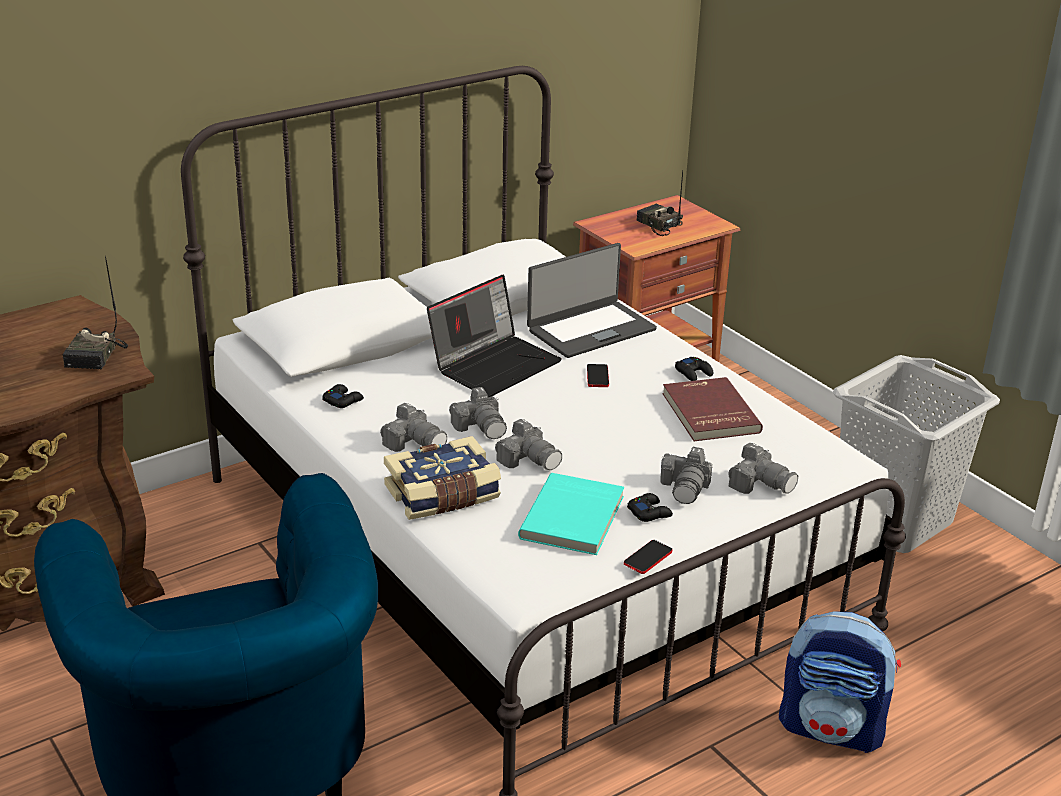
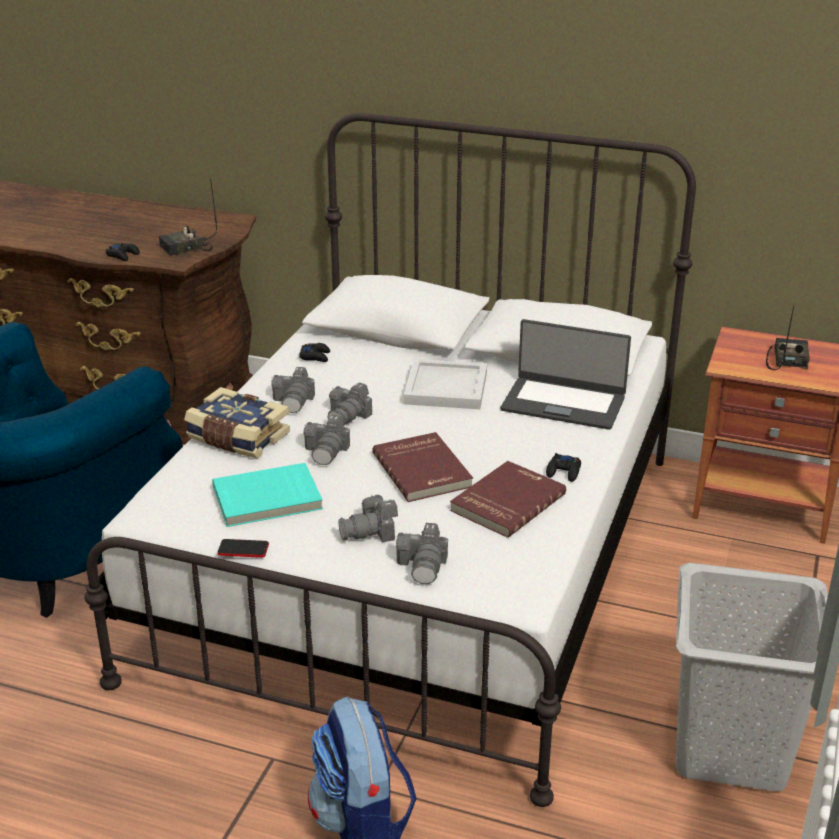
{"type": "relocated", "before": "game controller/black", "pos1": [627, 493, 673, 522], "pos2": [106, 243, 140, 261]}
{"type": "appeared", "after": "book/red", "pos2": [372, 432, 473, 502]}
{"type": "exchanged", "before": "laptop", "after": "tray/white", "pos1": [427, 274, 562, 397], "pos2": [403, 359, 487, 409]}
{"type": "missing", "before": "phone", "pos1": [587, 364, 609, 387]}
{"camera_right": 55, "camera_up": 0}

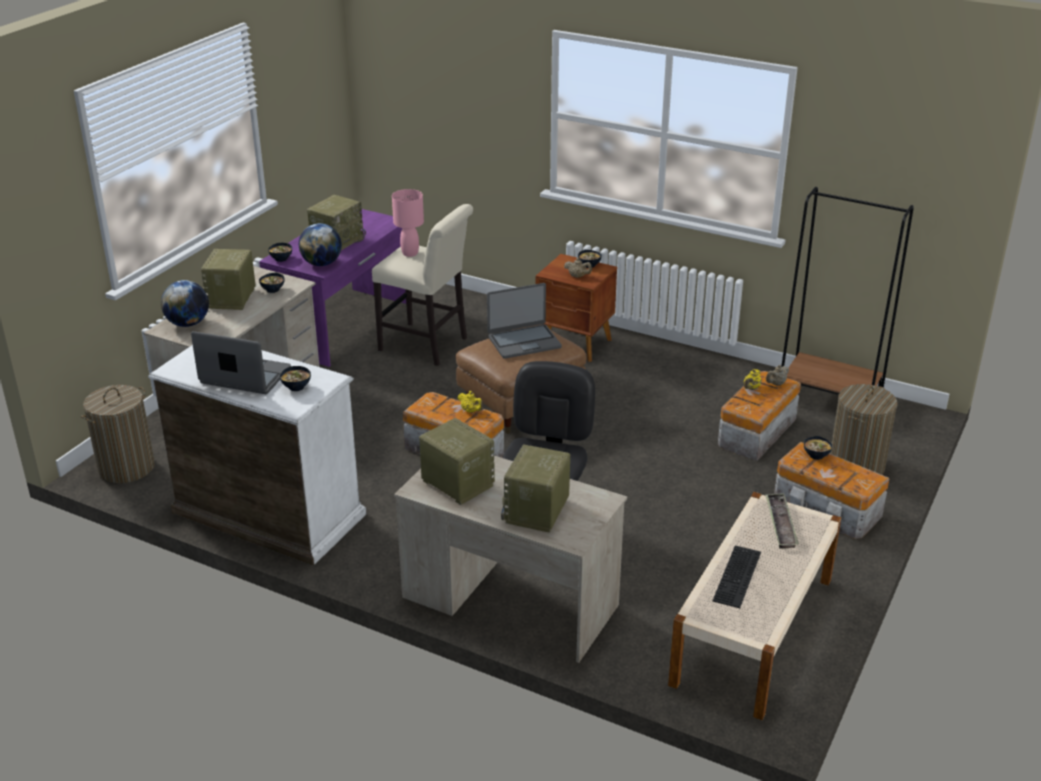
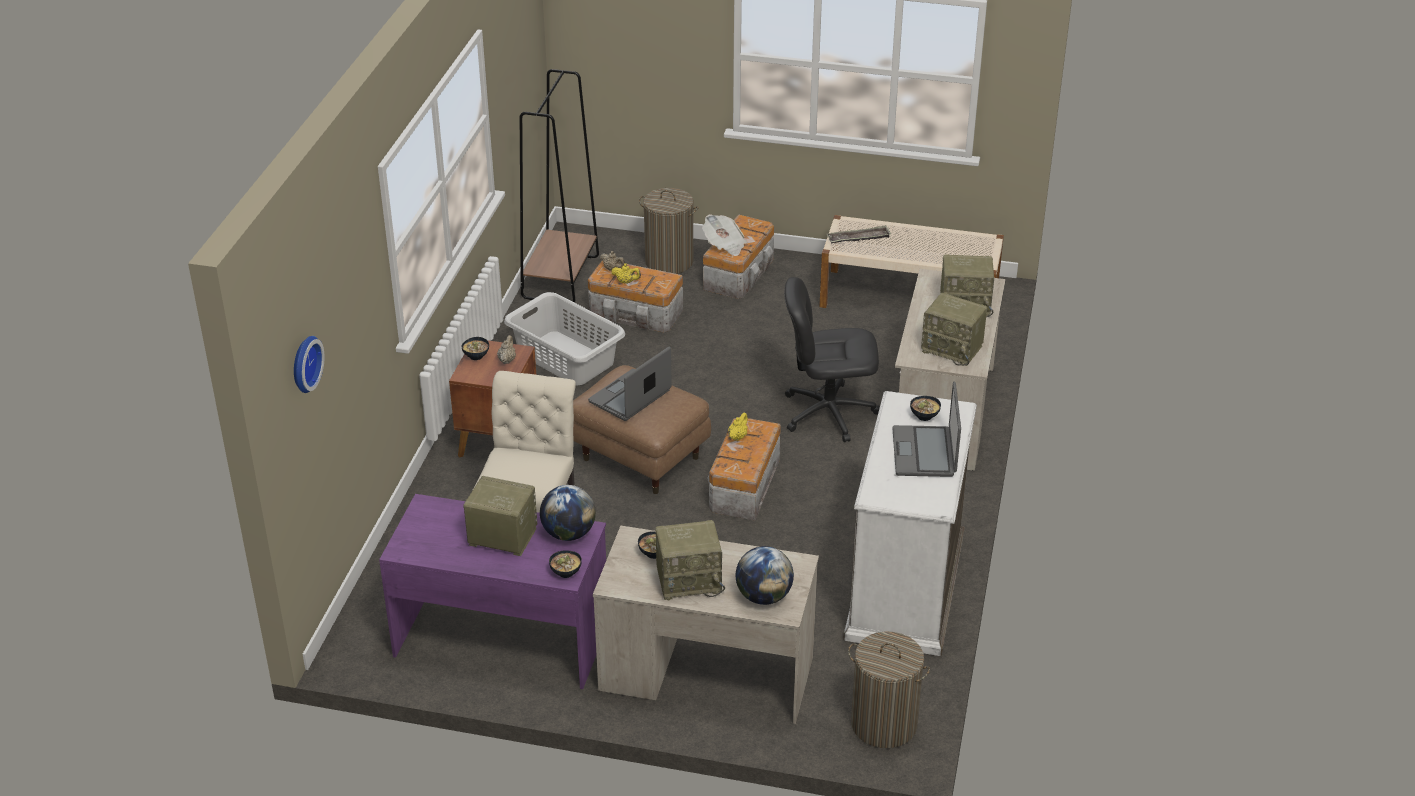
{"type": "appeared", "after": "wall clock", "pos2": [294, 336, 325, 393]}
{"type": "appeared", "after": "laundry basket/grey", "pos2": [504, 292, 625, 385]}
{"type": "spun", "before": "laptop", "pos1": [487, 283, 562, 359], "pos2": [588, 346, 672, 421], "turn": -105}
{"type": "exchanged", "before": "bowl", "after": "newspaper", "pos1": [804, 436, 833, 460], "pos2": [702, 214, 747, 256]}
{"type": "spun", "before": "radio", "pos1": [419, 418, 495, 505], "pos2": [921, 293, 987, 366], "turn": -90}
{"type": "missing", "before": "table lamp/pink", "pos1": [392, 189, 424, 257]}
{"type": "missing", "before": "keyboard", "pos1": [713, 545, 761, 608]}
{"camera_right": -105, "camera_up": 5}

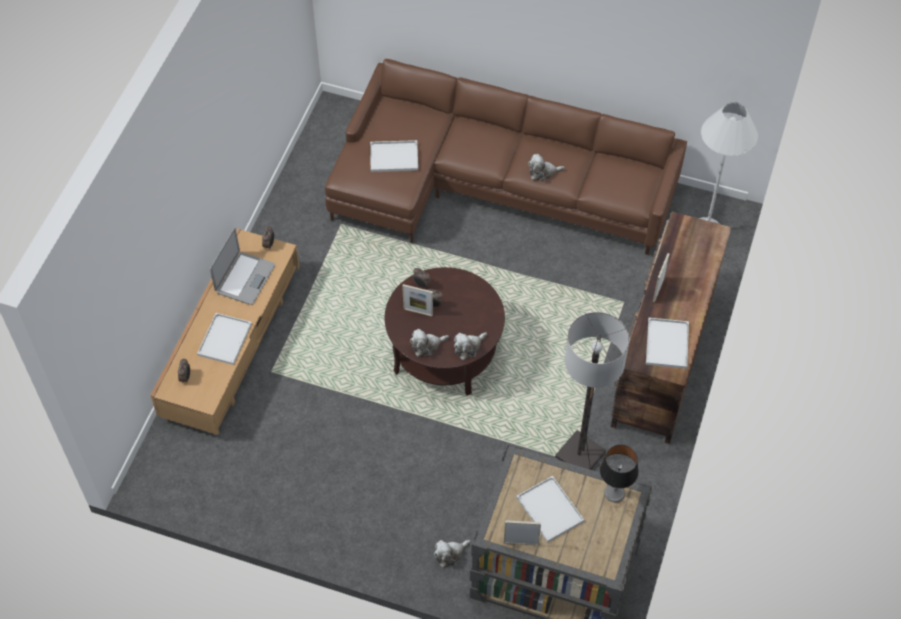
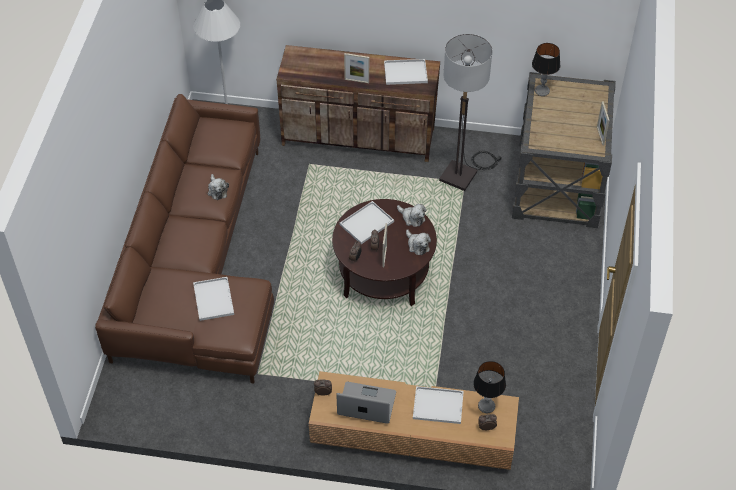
{"type": "relocated", "before": "tray/white", "pos1": [516, 476, 584, 542], "pos2": [340, 201, 394, 244]}
{"type": "appeared", "after": "table lamp", "pos2": [473, 361, 506, 413]}
{"type": "missing", "before": "plush toy", "pos1": [434, 540, 471, 568]}
{"camera_right": -100, "camera_up": -5}

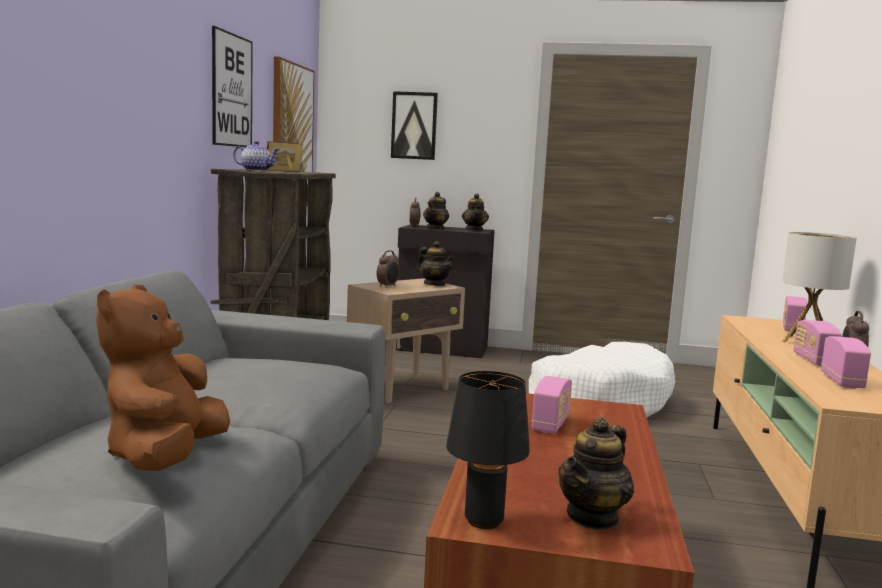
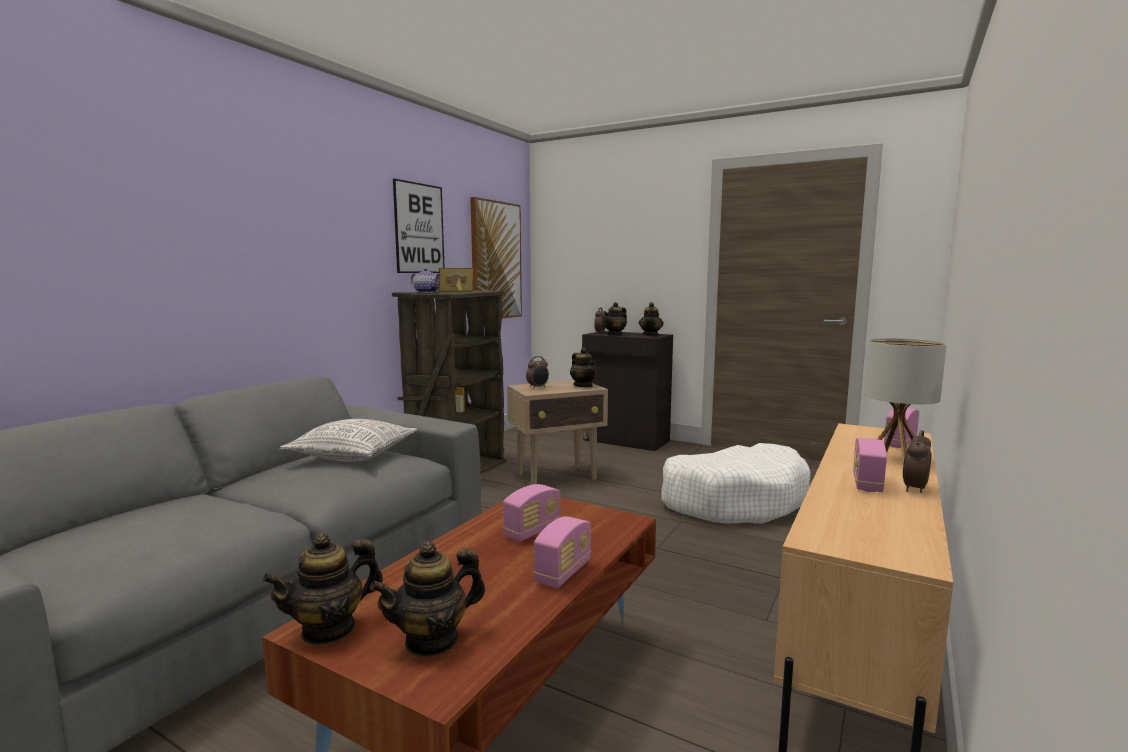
{"type": "exchanged", "before": "table lamp/black", "after": "teapot", "pos1": [446, 371, 530, 529], "pos2": [262, 533, 383, 645]}
{"type": "appeared", "after": "pillow", "pos2": [279, 419, 417, 462]}
{"type": "relocated", "before": "radio", "pos1": [821, 336, 871, 389], "pos2": [534, 516, 591, 588]}
{"type": "missing", "before": "plush toy/brown", "pos1": [96, 284, 230, 471]}
{"type": "missing", "before": "picture", "pos1": [391, 91, 438, 160]}
{"camera_right": 20, "camera_up": 0}

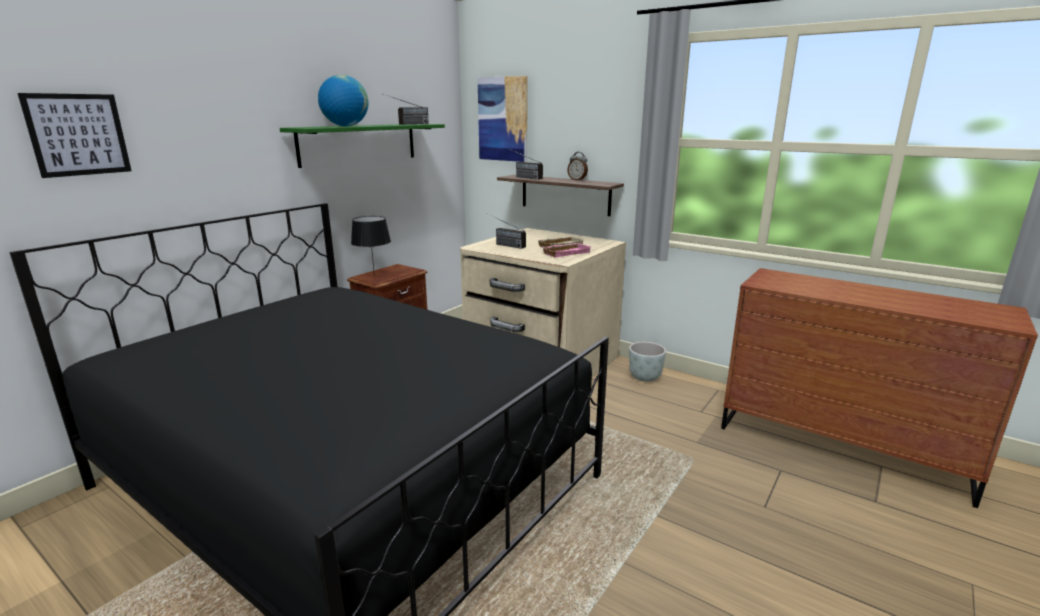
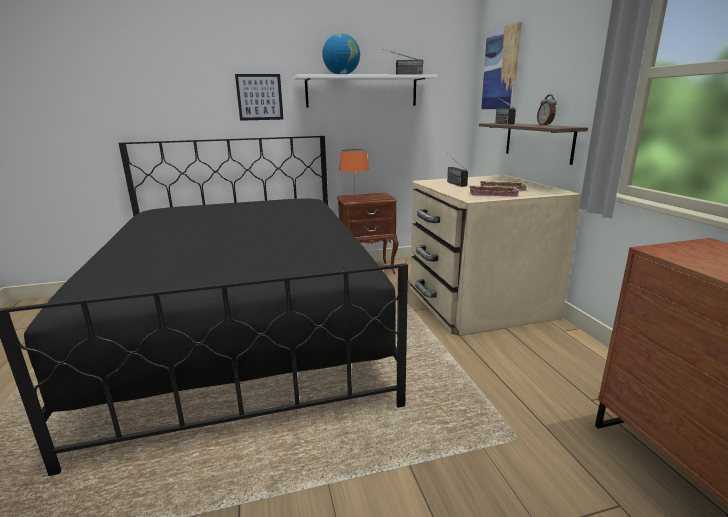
{"type": "relocated", "before": "picture", "pos1": [18, 93, 131, 178], "pos2": [235, 74, 284, 121]}
{"type": "colour", "before": "shelf/green", "after": "shelf/white", "pos1": [280, 124, 445, 168], "pos2": [294, 74, 438, 108]}
{"type": "colour", "before": "table lamp/black", "after": "table lamp/orange", "pos1": [351, 216, 391, 276], "pos2": [339, 149, 369, 194]}
{"type": "missing", "before": "planter/grey", "pos1": [629, 342, 666, 382]}
{"camera_right": 40, "camera_up": 0}

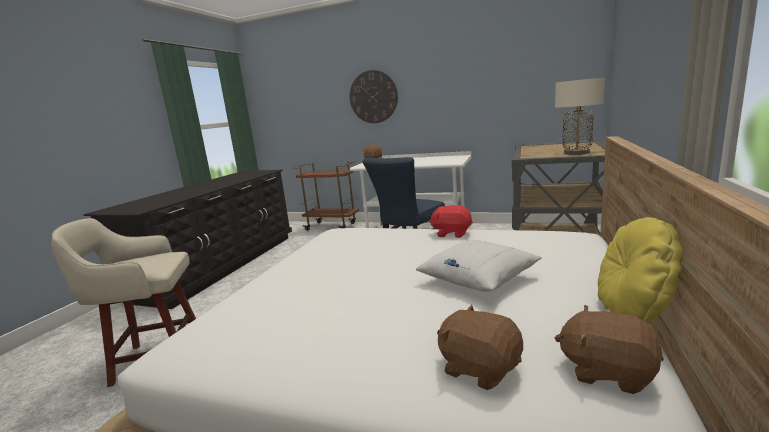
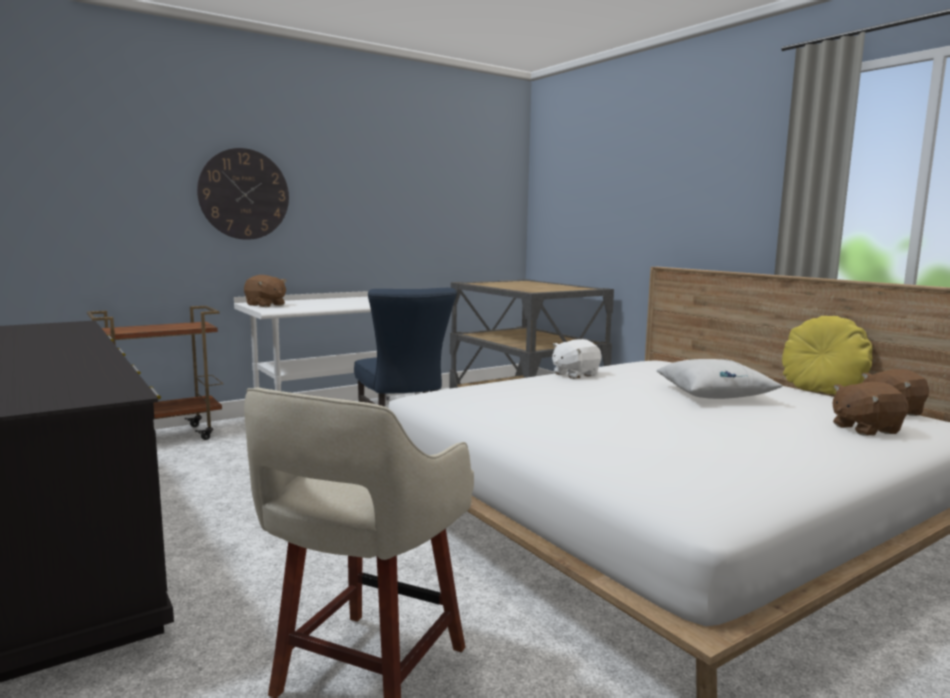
{"type": "colour", "before": "plush toy/red", "after": "plush toy/white", "pos1": [429, 205, 473, 238], "pos2": [552, 339, 601, 379]}
{"type": "missing", "before": "table lamp", "pos1": [555, 78, 605, 155]}
{"camera_right": -55, "camera_up": -5}

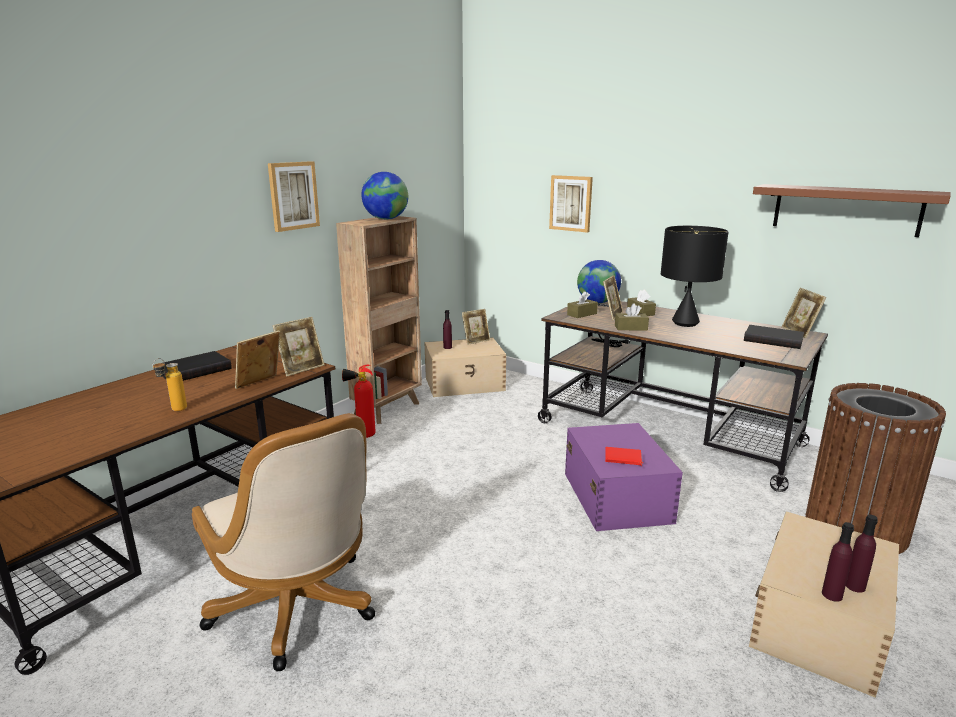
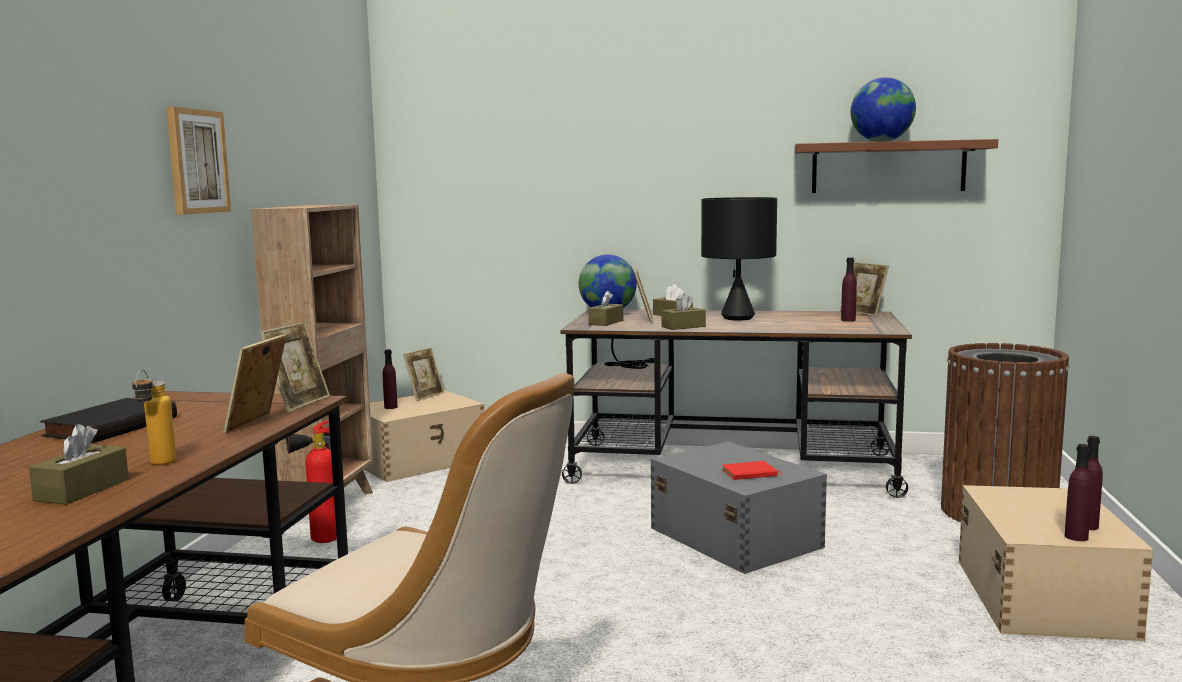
{"type": "appeared", "after": "tissue box/brown", "pos2": [29, 424, 129, 505]}
{"type": "colour", "before": "storage box/purple", "after": "storage box/grey", "pos1": [565, 423, 683, 531], "pos2": [651, 442, 827, 574]}
{"type": "exchanged", "before": "book/black", "after": "bottle/purple", "pos1": [744, 325, 804, 349], "pos2": [841, 257, 857, 322]}
{"type": "relocated", "before": "globe", "pos1": [361, 172, 408, 220], "pos2": [851, 77, 916, 142]}
{"type": "missing", "before": "picture", "pos1": [549, 175, 593, 233]}
{"camera_right": -25, "camera_up": -10}

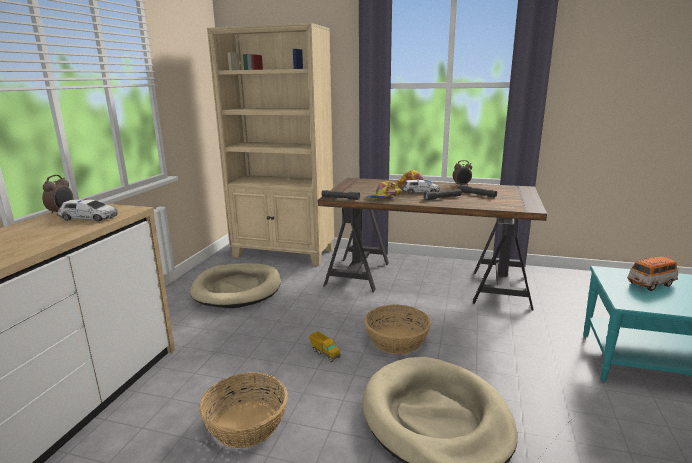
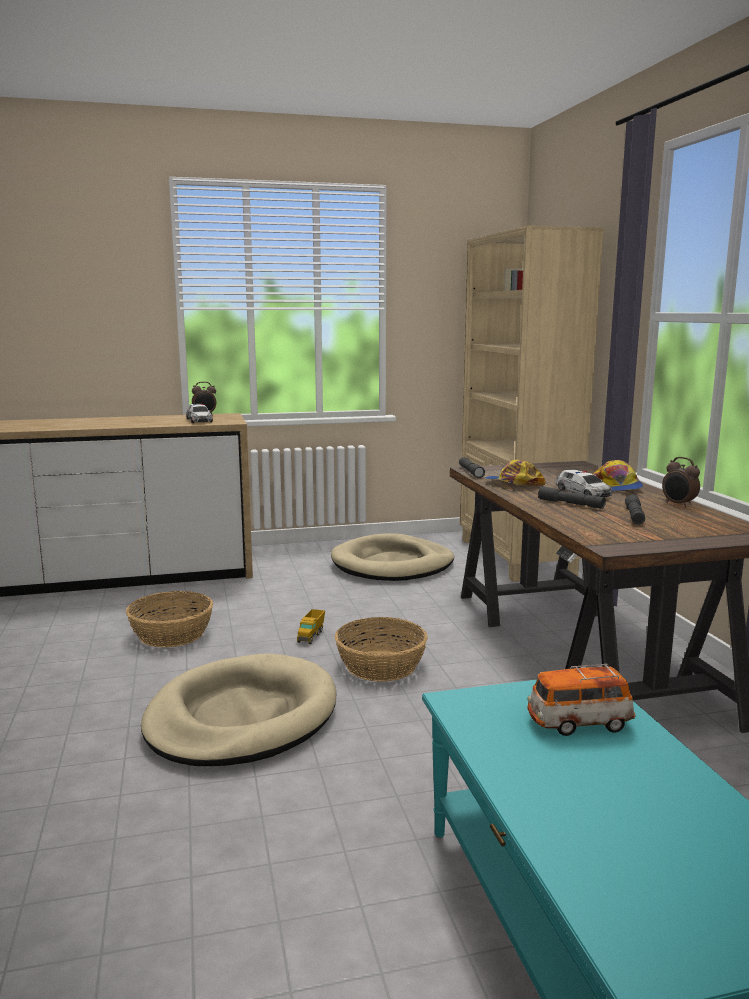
{"type": "spun", "before": "toy car", "pos1": [627, 257, 678, 291], "pos2": [528, 664, 635, 736], "turn": 135}
{"camera_right": 60, "camera_up": -5}

